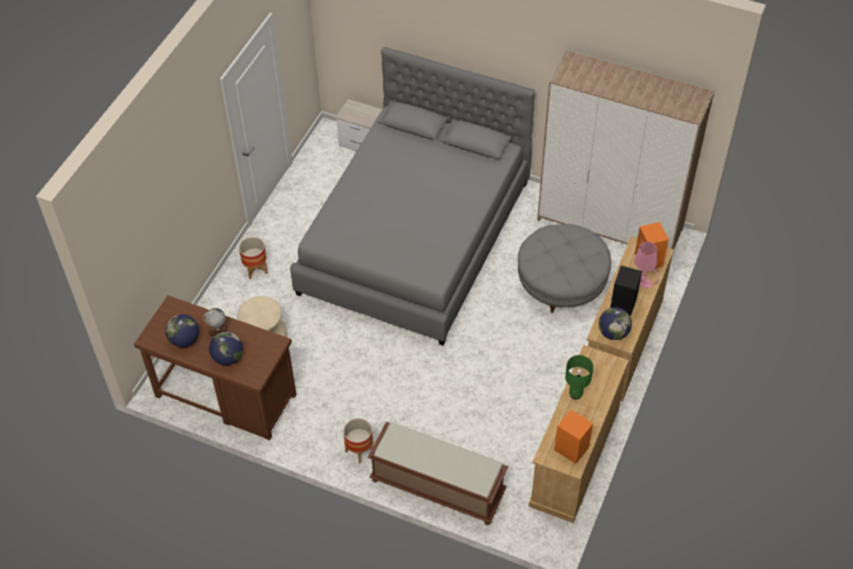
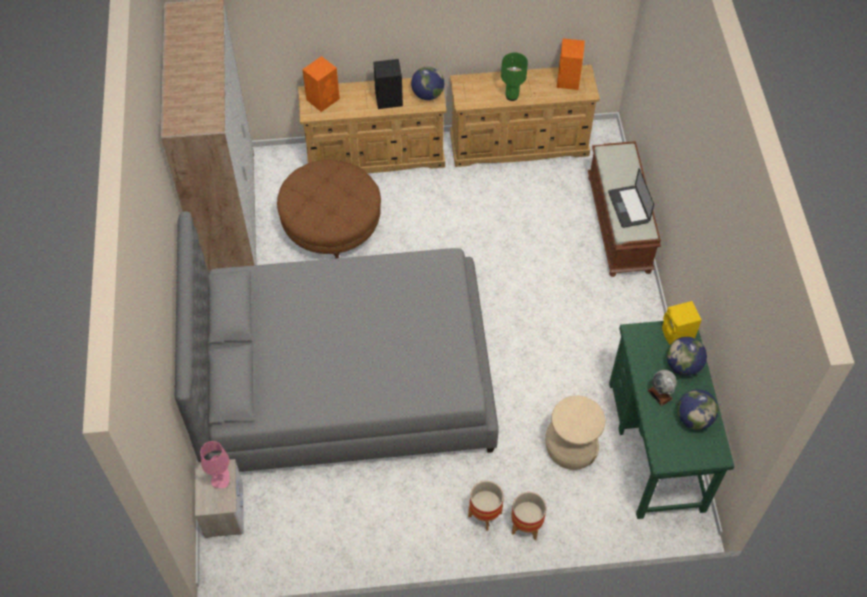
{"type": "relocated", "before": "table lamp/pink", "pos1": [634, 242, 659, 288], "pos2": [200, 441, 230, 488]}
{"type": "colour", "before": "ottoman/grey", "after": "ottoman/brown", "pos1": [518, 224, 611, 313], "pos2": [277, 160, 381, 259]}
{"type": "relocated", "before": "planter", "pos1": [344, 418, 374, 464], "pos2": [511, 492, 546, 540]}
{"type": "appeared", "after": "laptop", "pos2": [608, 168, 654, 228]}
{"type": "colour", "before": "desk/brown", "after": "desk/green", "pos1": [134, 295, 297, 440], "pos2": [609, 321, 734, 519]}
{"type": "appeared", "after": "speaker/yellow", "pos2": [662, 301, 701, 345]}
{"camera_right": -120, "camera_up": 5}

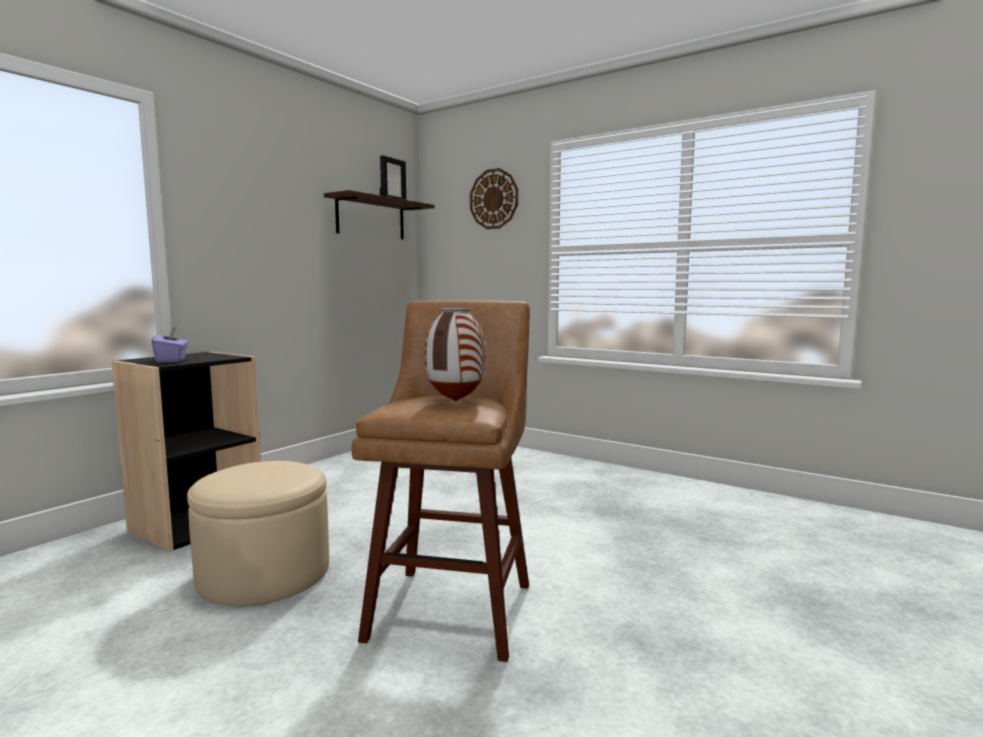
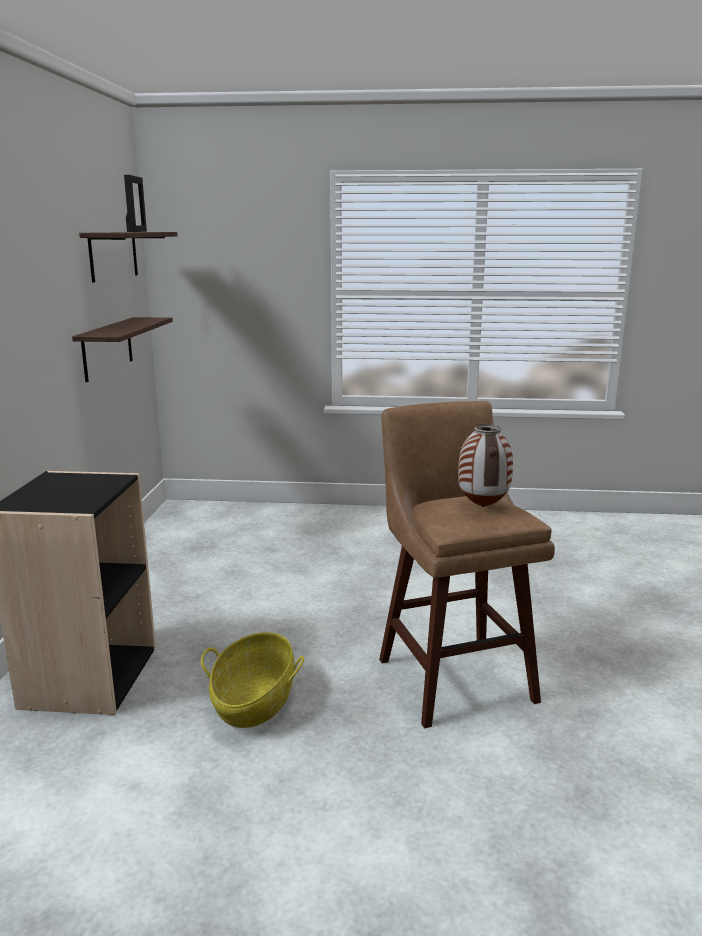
{"type": "appeared", "after": "shelf", "pos2": [72, 317, 173, 382]}
{"type": "exchanged", "before": "ottoman/beige", "after": "basket", "pos1": [187, 461, 329, 606], "pos2": [201, 632, 304, 728]}
{"type": "missing", "before": "tissue box/purple", "pos1": [151, 327, 188, 363]}
{"type": "missing", "before": "wall clock", "pos1": [470, 168, 518, 229]}
{"camera_right": -30, "camera_up": 10}

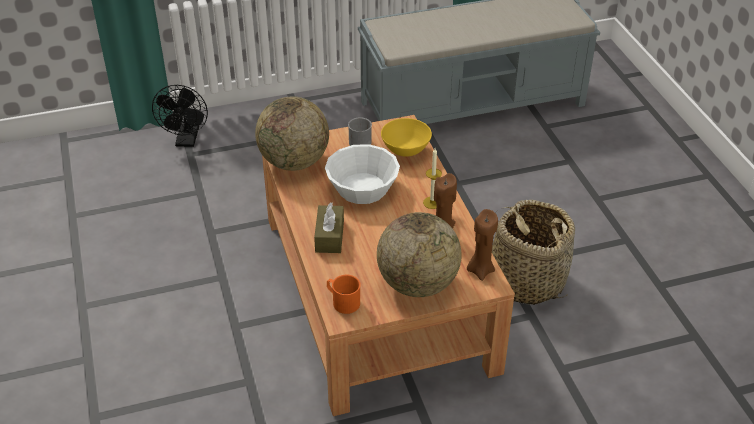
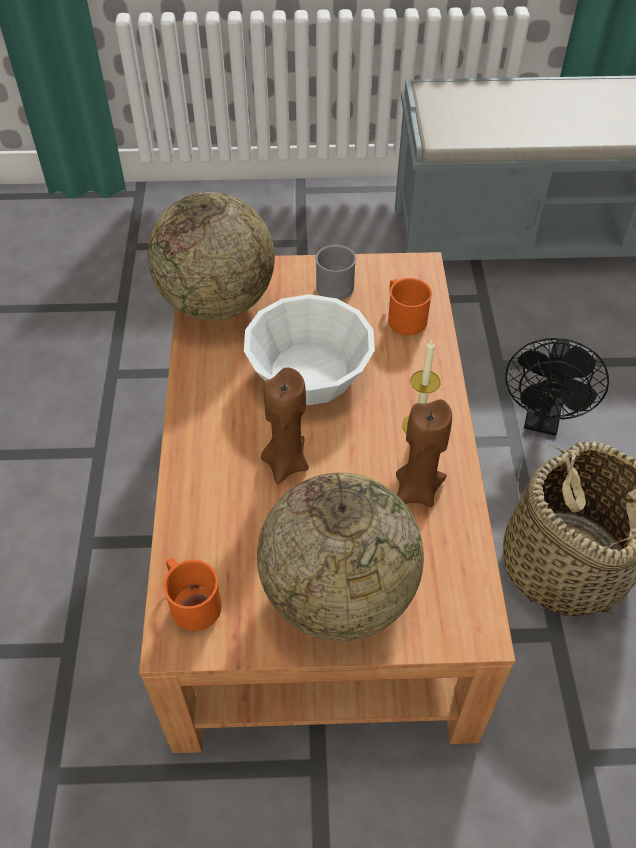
{"type": "relocated", "before": "candle/brown", "pos1": [467, 209, 498, 281], "pos2": [261, 367, 309, 484]}
{"type": "exchanged", "before": "bowl/yellow", "after": "mug/orange", "pos1": [381, 118, 432, 157], "pos2": [388, 278, 432, 335]}
{"type": "relocated", "before": "fan/black", "pos1": [152, 85, 208, 147], "pos2": [505, 338, 609, 436]}
{"type": "missing", "before": "tissue box/brown", "pos1": [314, 202, 344, 253]}
{"camera_right": 15, "camera_up": 10}

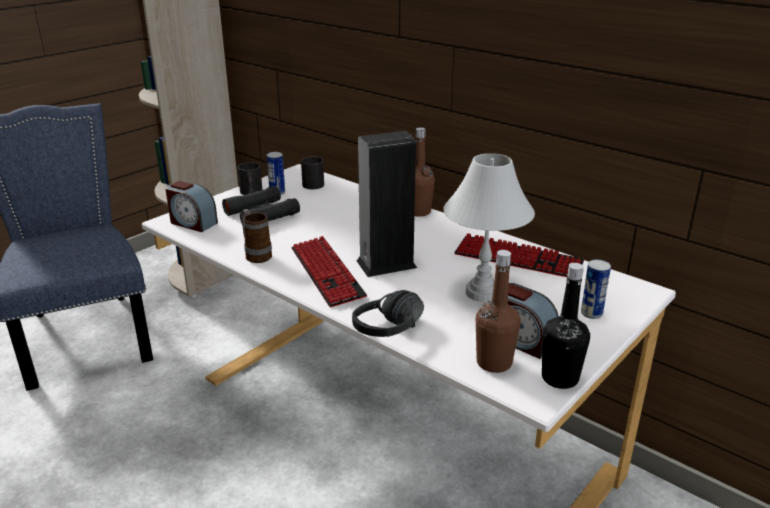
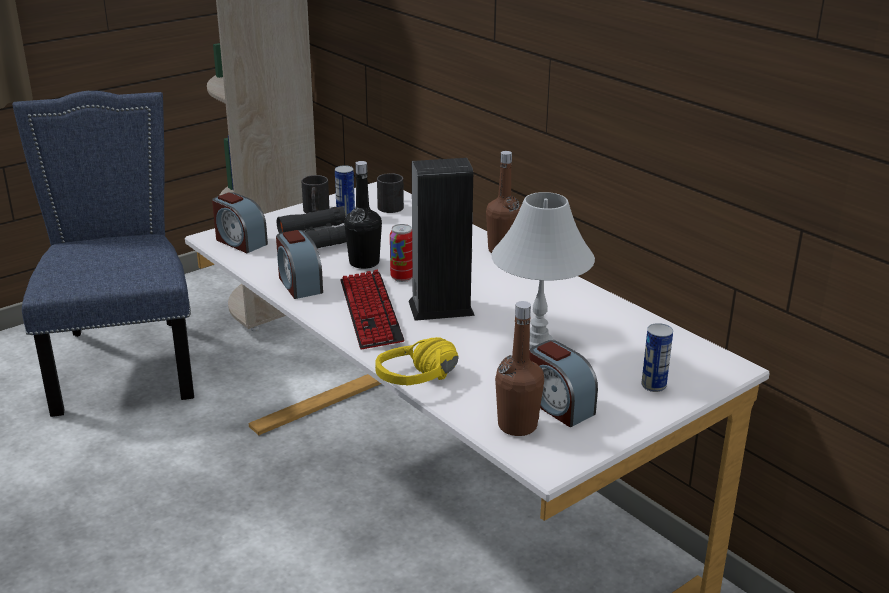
{"type": "exchanged", "before": "mug", "after": "alarm clock", "pos1": [241, 209, 272, 263], "pos2": [276, 230, 323, 299]}
{"type": "relocated", "before": "bottle/black", "pos1": [542, 263, 590, 389], "pos2": [344, 161, 382, 269]}
{"type": "colour", "before": "headphones/black", "after": "headphones/yellow", "pos1": [352, 290, 424, 337], "pos2": [375, 337, 458, 386]}
{"type": "appeared", "after": "can", "pos2": [390, 224, 413, 282]}
{"type": "missing", "before": "keyboard", "pos1": [454, 233, 585, 277]}
{"camera_right": 10, "camera_up": 0}

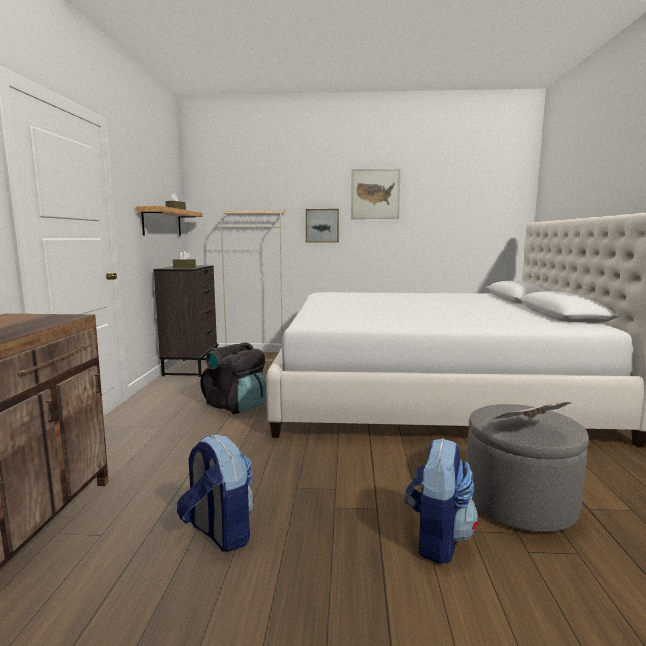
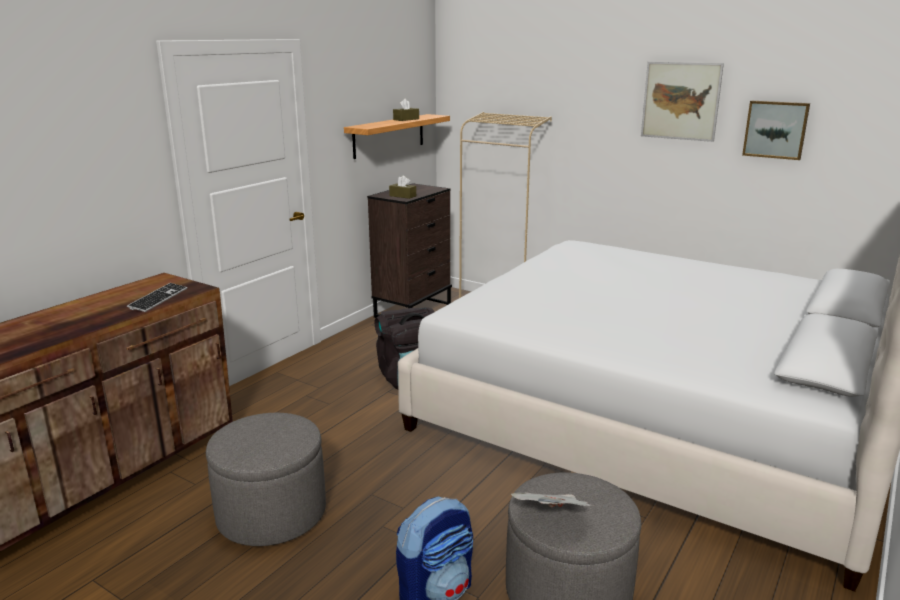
{"type": "appeared", "after": "keyboard", "pos2": [127, 283, 187, 312]}
{"type": "exchanged", "before": "backpack", "after": "ottoman/grey", "pos1": [177, 435, 253, 552], "pos2": [206, 413, 326, 546]}
{"type": "relocated", "before": "picture", "pos1": [306, 209, 339, 243], "pos2": [742, 101, 810, 160]}
{"camera_right": 30, "camera_up": 10}

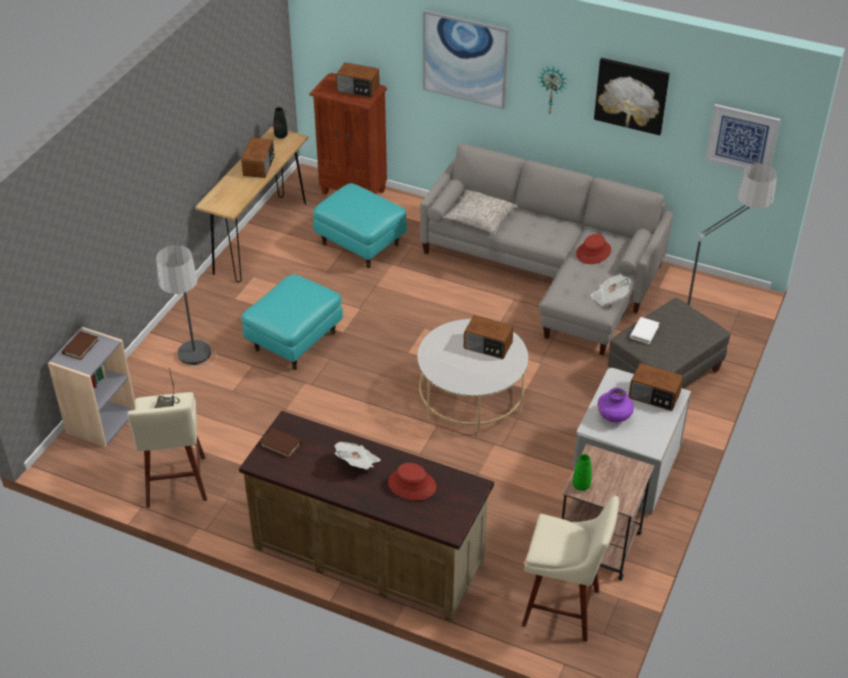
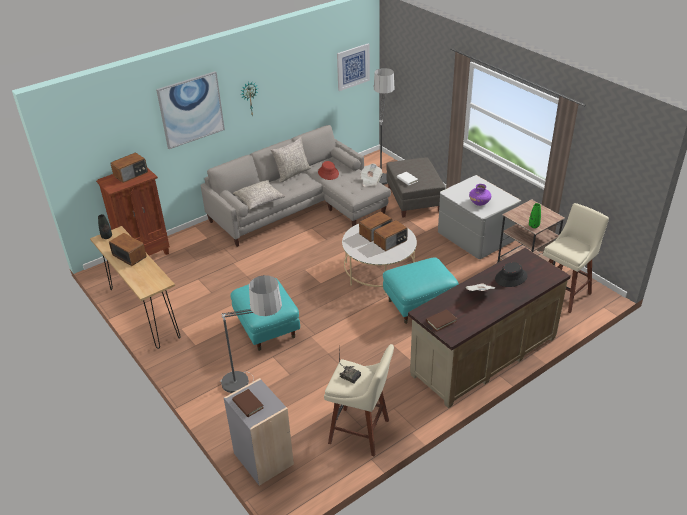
{"type": "appeared", "after": "pillow/grey", "pos2": [271, 137, 311, 183]}
{"type": "relocated", "before": "radio", "pos1": [629, 363, 683, 411], "pos2": [374, 220, 408, 251]}
{"type": "relocated", "before": "ottoman/turquoise", "pos1": [313, 183, 407, 268], "pos2": [383, 257, 459, 324]}
{"type": "colour", "before": "hat/red", "after": "hat/black", "pos1": [388, 463, 436, 501], "pos2": [495, 262, 527, 287]}
{"type": "missing", "before": "picture", "pos1": [594, 58, 670, 135]}
{"camera_right": -60, "camera_up": -5}

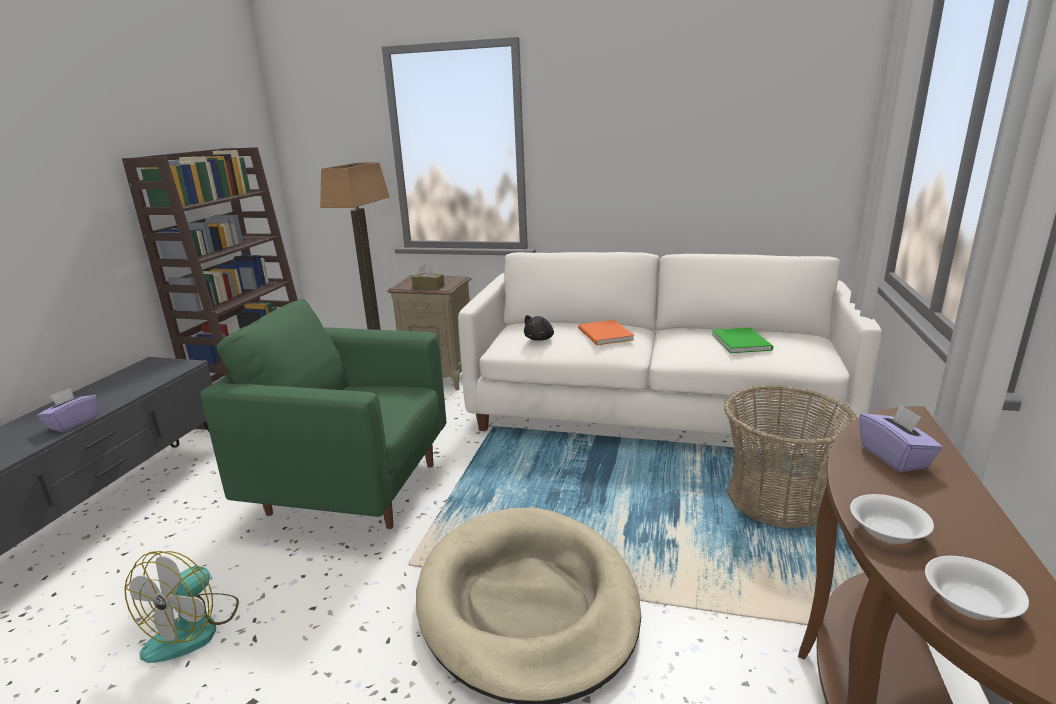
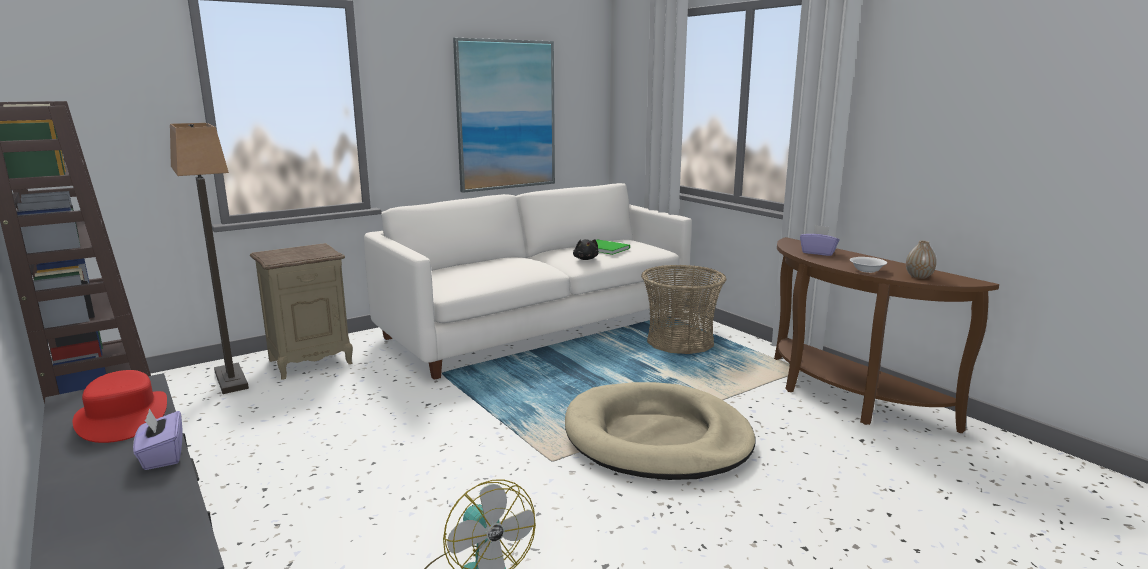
{"type": "appeared", "after": "hat/red", "pos2": [73, 370, 167, 443]}
{"type": "appeared", "after": "picture", "pos2": [453, 38, 555, 193]}
{"type": "relocated", "before": "plush toy/black", "pos1": [524, 315, 554, 341], "pos2": [573, 239, 598, 260]}
{"type": "exchanged", "before": "bowl/white", "after": "vase", "pos1": [925, 556, 1029, 620], "pos2": [906, 241, 937, 279]}
{"type": "missing", "before": "armchair/green", "pos1": [200, 299, 446, 529]}
{"type": "missing", "before": "tissue box/brown", "pos1": [412, 264, 444, 290]}
{"type": "missing", "before": "book/orange", "pos1": [578, 320, 634, 345]}
{"camera_right": -50, "camera_up": -5}

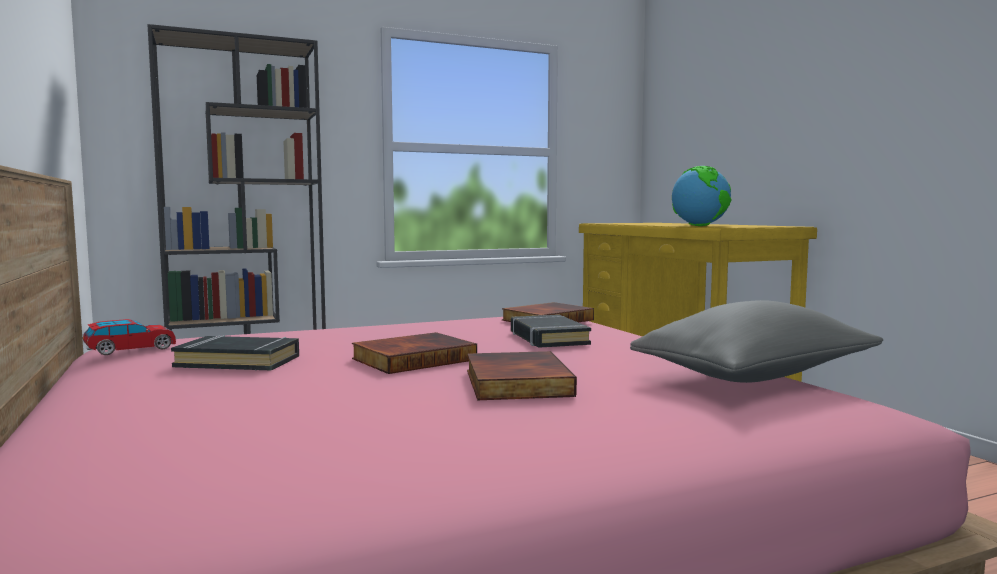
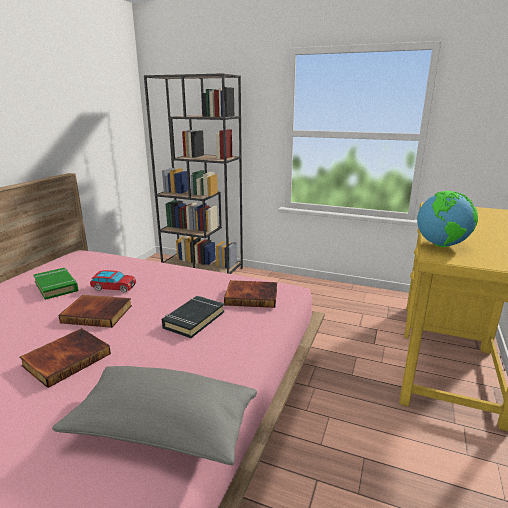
{"type": "colour", "before": "book/black", "after": "book/green", "pos1": [171, 335, 299, 370], "pos2": [34, 268, 79, 300]}
{"type": "relocated", "before": "toy car", "pos1": [83, 319, 176, 355], "pos2": [90, 270, 136, 292]}
{"camera_right": 45, "camera_up": 15}

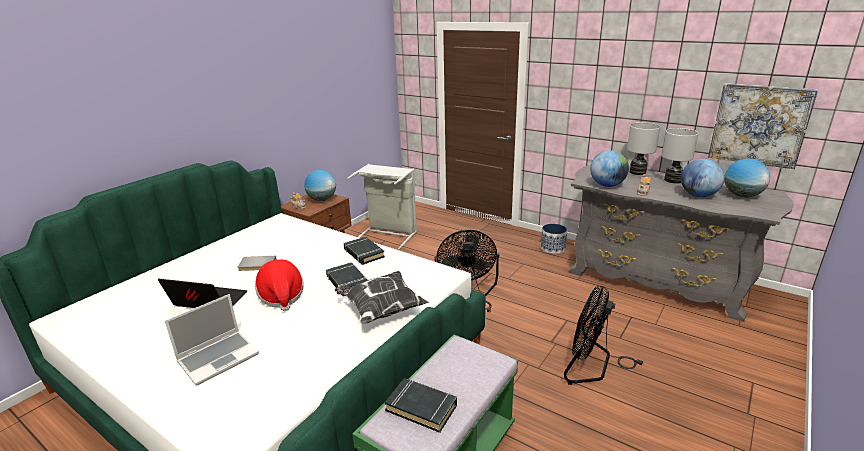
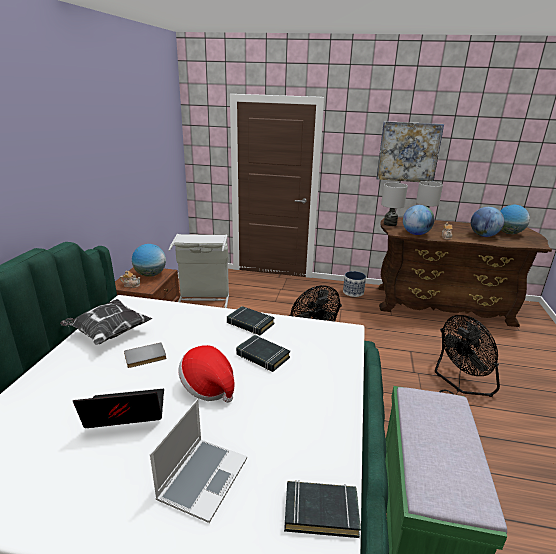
{"type": "relocated", "before": "pillow", "pos1": [335, 271, 429, 324], "pos2": [60, 299, 153, 345]}
{"type": "relocated", "before": "book/black", "pos1": [385, 378, 457, 433], "pos2": [284, 480, 361, 538]}
{"type": "relocated", "before": "picture", "pos1": [708, 83, 818, 169], "pos2": [376, 121, 444, 182]}
{"type": "colour", "before": "dresser/grey", "after": "dresser/brown", "pos1": [568, 165, 794, 322], "pos2": [378, 217, 552, 327]}
{"type": "relocated", "before": "table lamp/grey", "pos1": [662, 128, 698, 183], "pos2": [381, 182, 408, 226]}
{"type": "spun", "before": "fan/black", "pos1": [564, 286, 644, 385], "pos2": [435, 315, 500, 397], "turn": 150}
{"camera_right": -25, "camera_up": 0}

